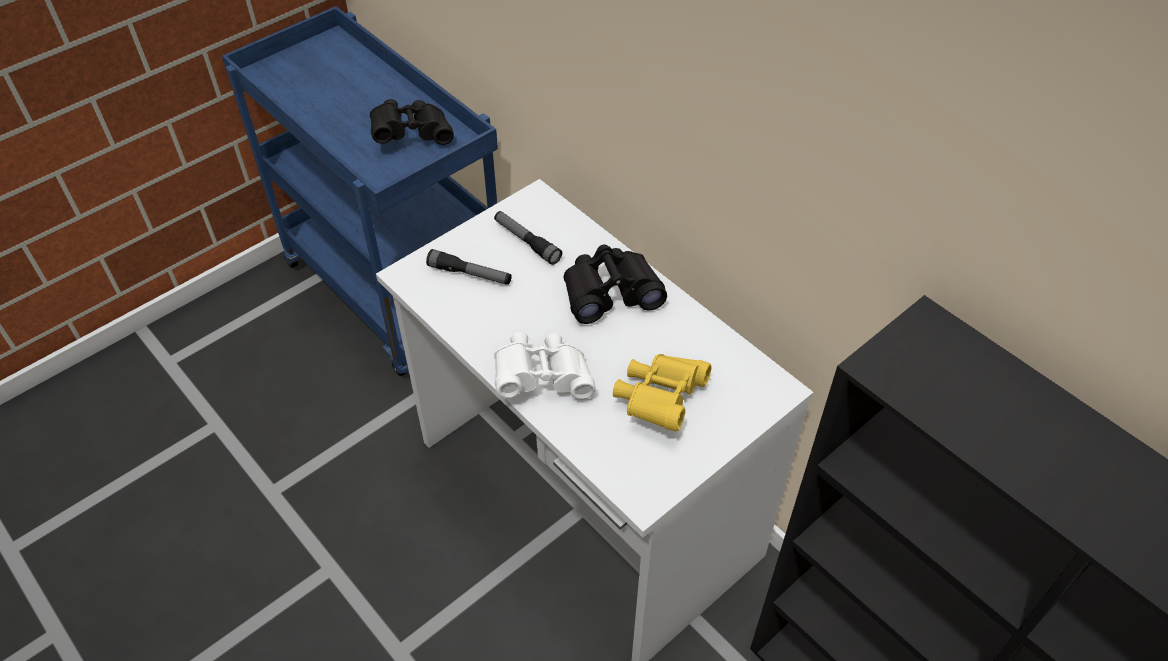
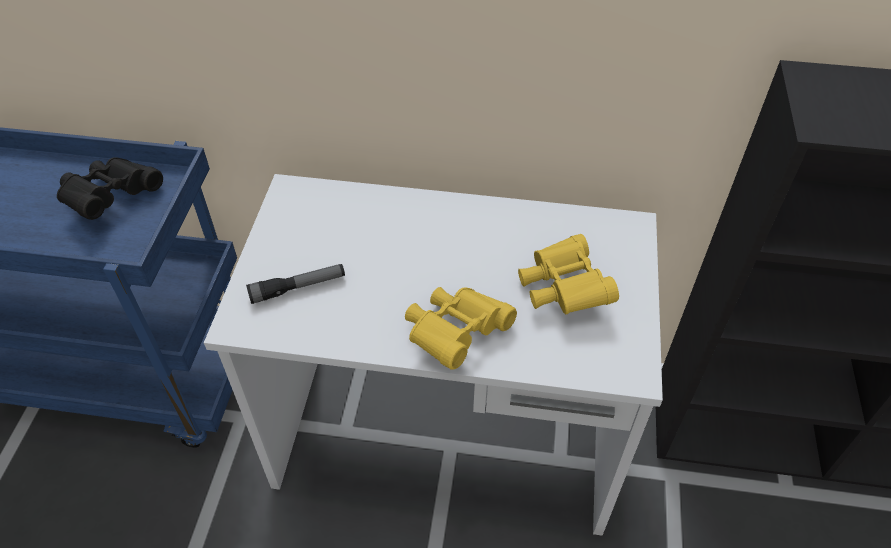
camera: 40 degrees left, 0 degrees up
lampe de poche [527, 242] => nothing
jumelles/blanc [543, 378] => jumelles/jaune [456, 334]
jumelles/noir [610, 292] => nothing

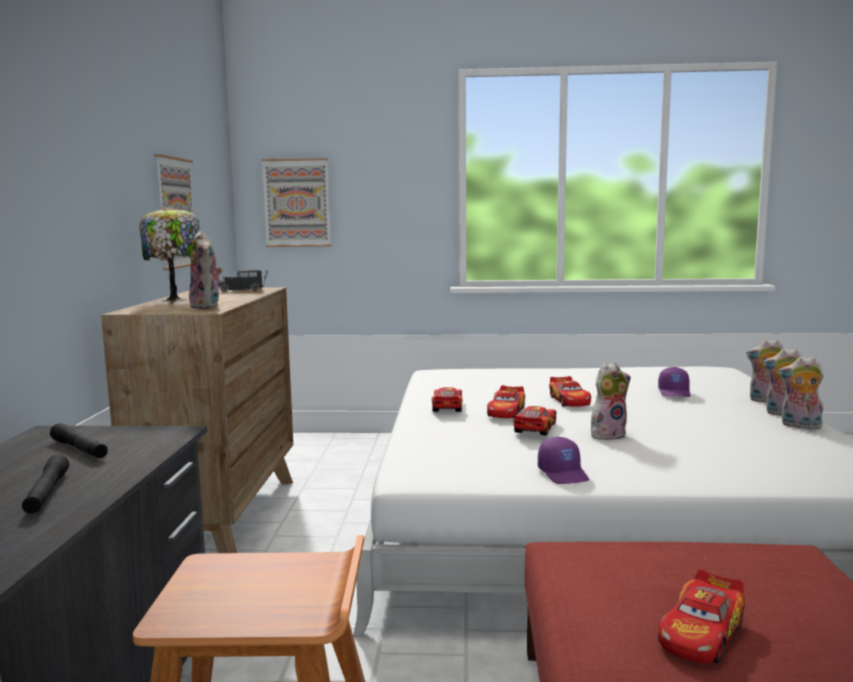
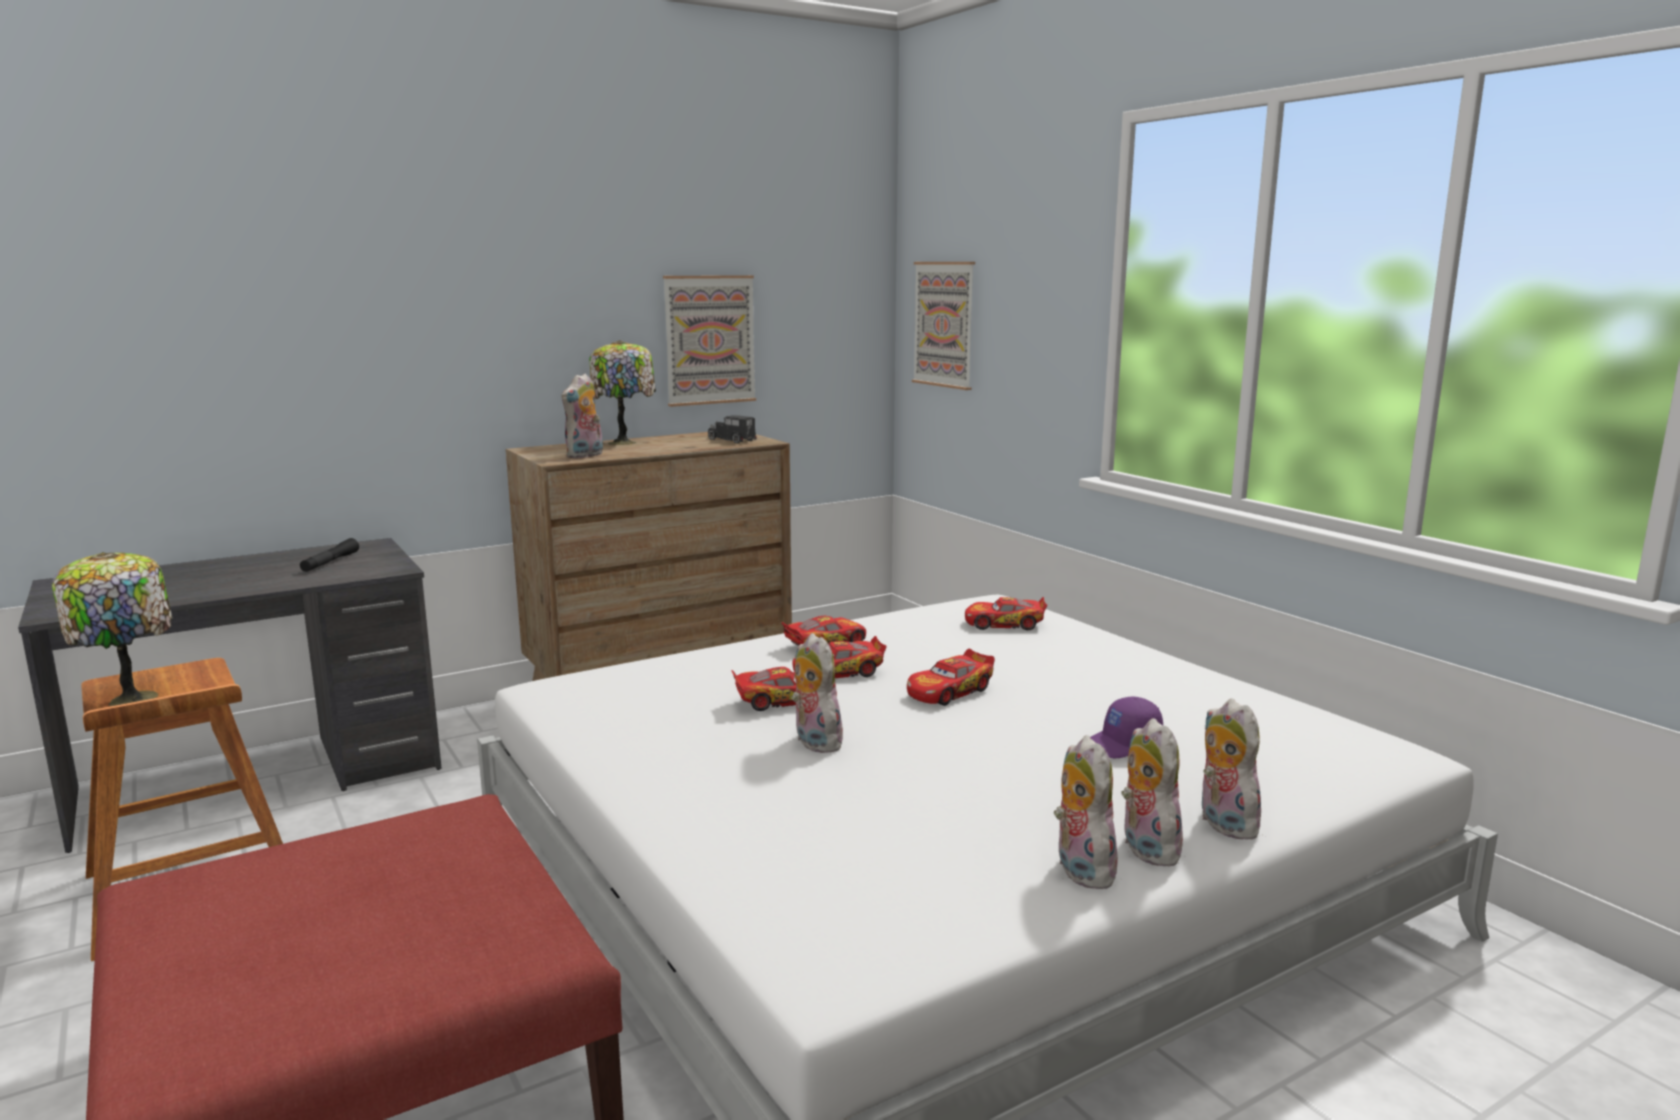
camera: 55 degrees right, 5 degrees up
lampe de poche/noir [47, 493] => nothing
casquette/violet [564, 474] => nothing
peluche [608, 435] => peluche [814, 742], 150 degrees counterclockwise
petite voiture [702, 634] => petite voiture [1005, 624], relocated
nothing => lampe de table [131, 697]

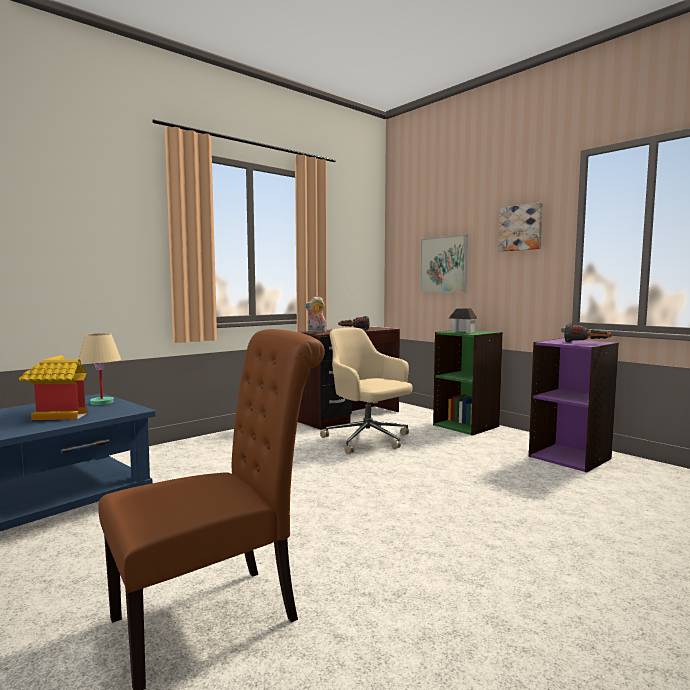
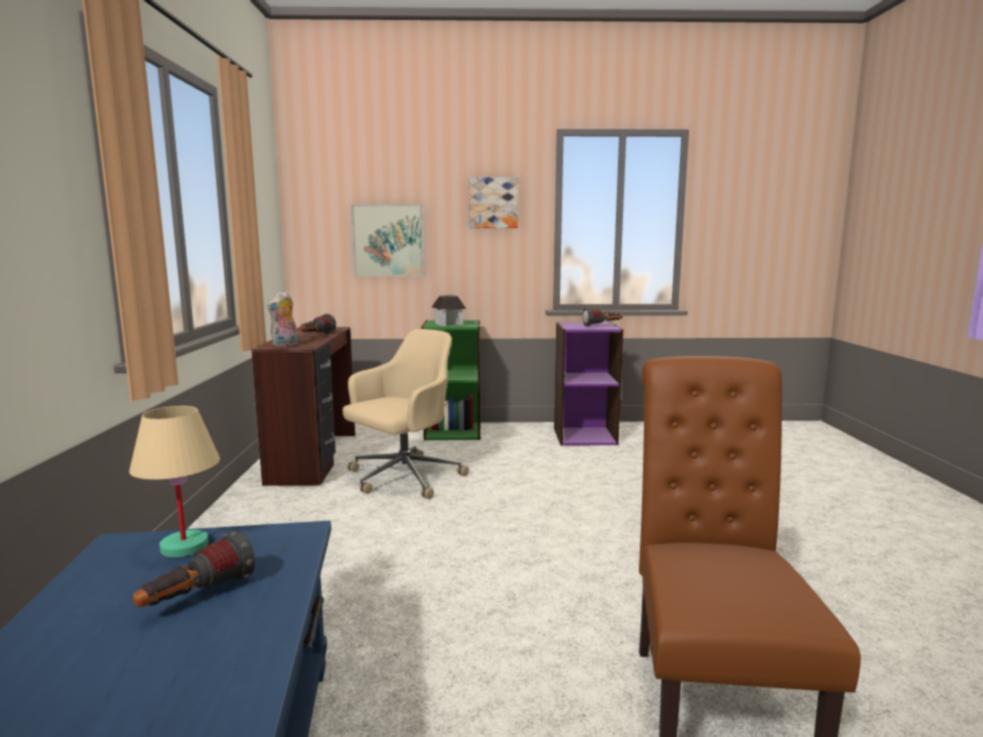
camera: 50 degrees left, 5 degrees up
maison miniature [56, 415] => lampe de poche [197, 598]
chaise de bureau/beige [368, 440] => chaise de bureau/beige [403, 478], 135 degrees clockwise

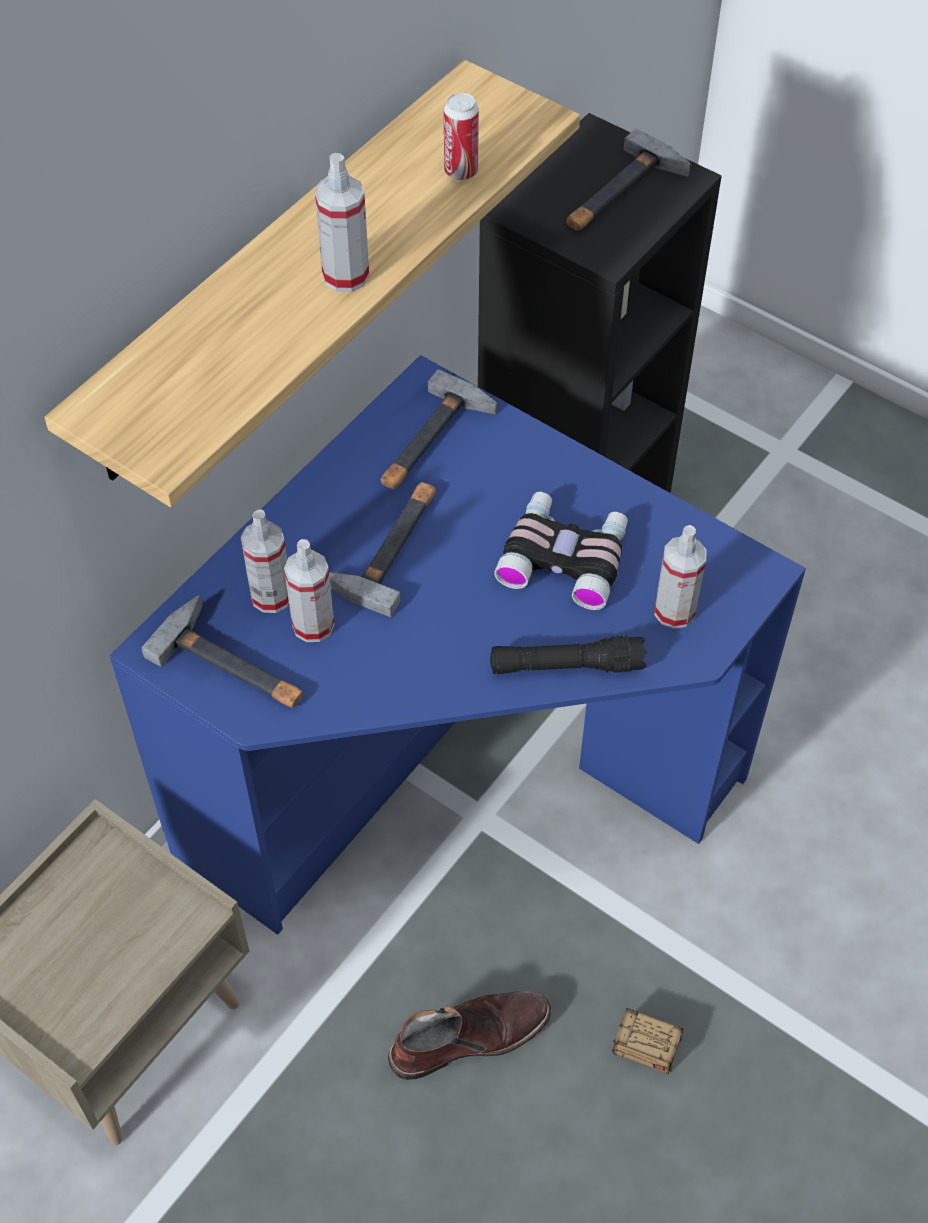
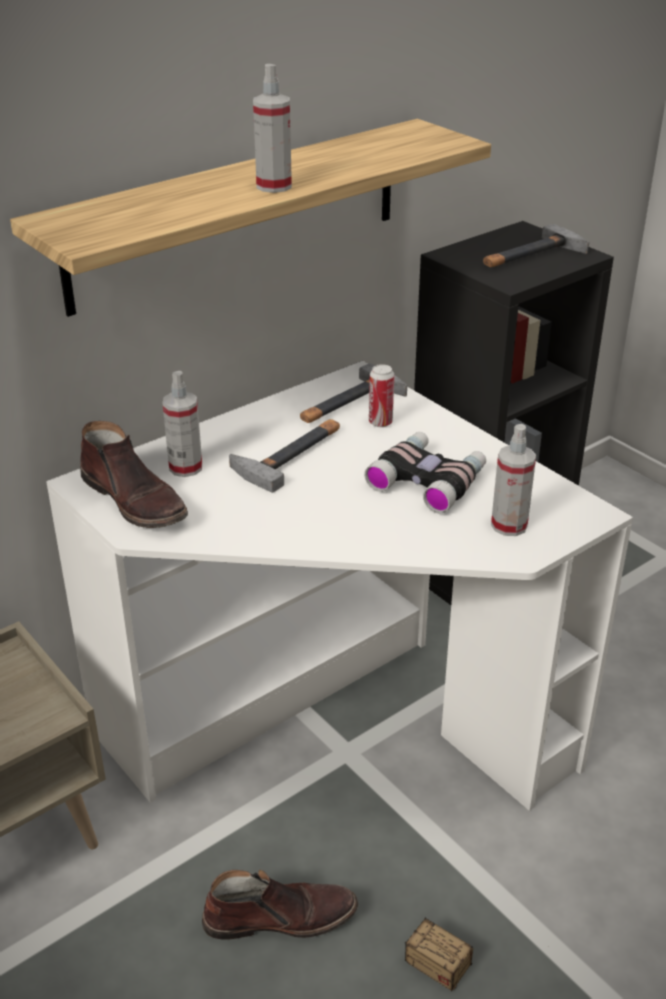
camera: 15 degrees right, 20 degrees down
bureau/bleu [454, 779] => bureau/blanc [334, 722]
marteau [233, 664] => botte/marron [136, 500]
vaporisateur [313, 625] => nothing
boîte métallique [461, 171] => boîte métallique [380, 422], relocated
lampe de poche/noir [566, 666] => nothing

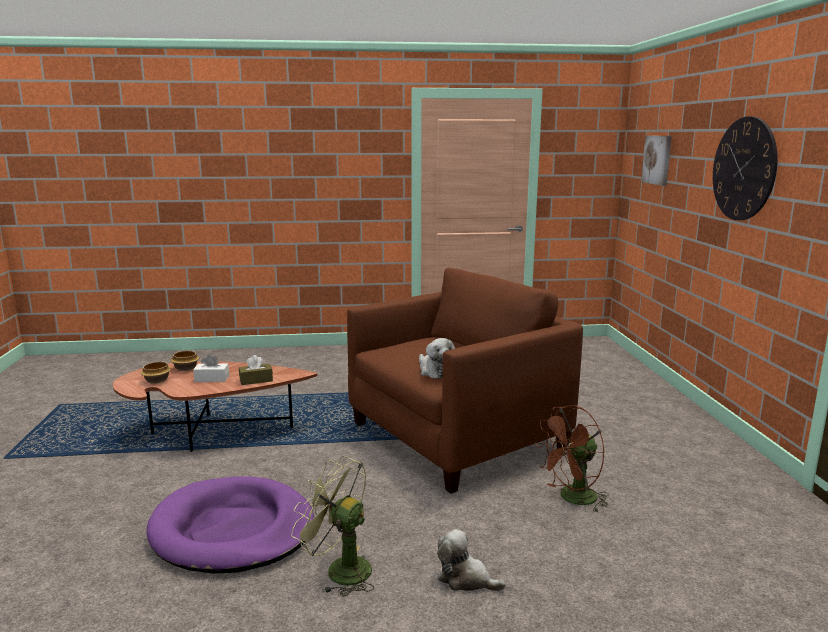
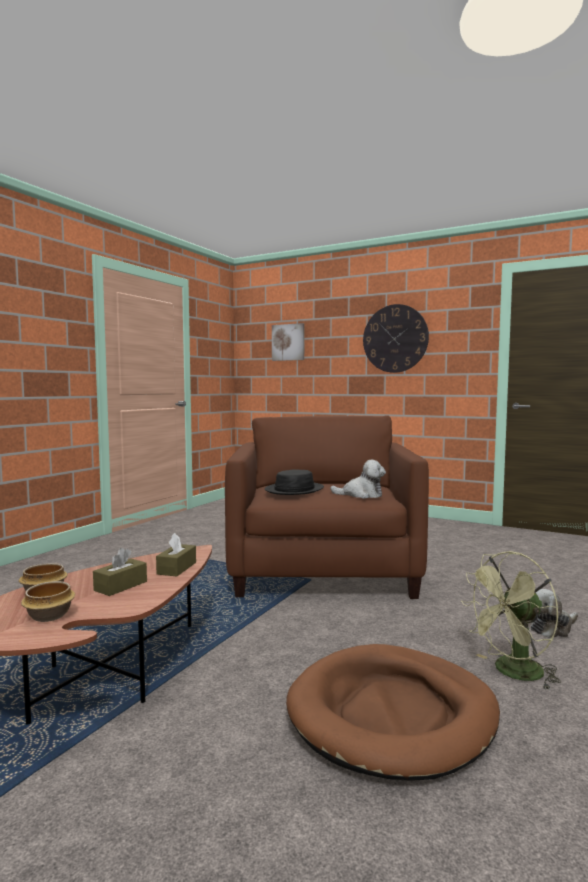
camera: 55 degrees left, 10 degrees down
panier pour chien/violet [233, 530] => panier pour chien/marron [392, 715]
boîte à mouchoirs/blanc [212, 379] => boîte à mouchoirs/marron [120, 586]
ventilateur/marron [572, 499] => nothing
nothing => chapeau/noir [294, 490]

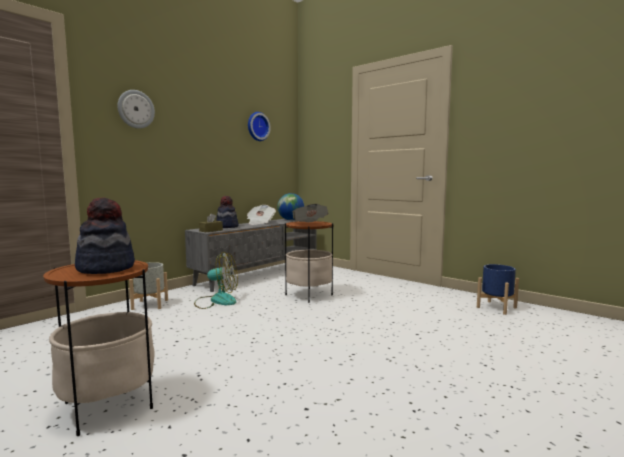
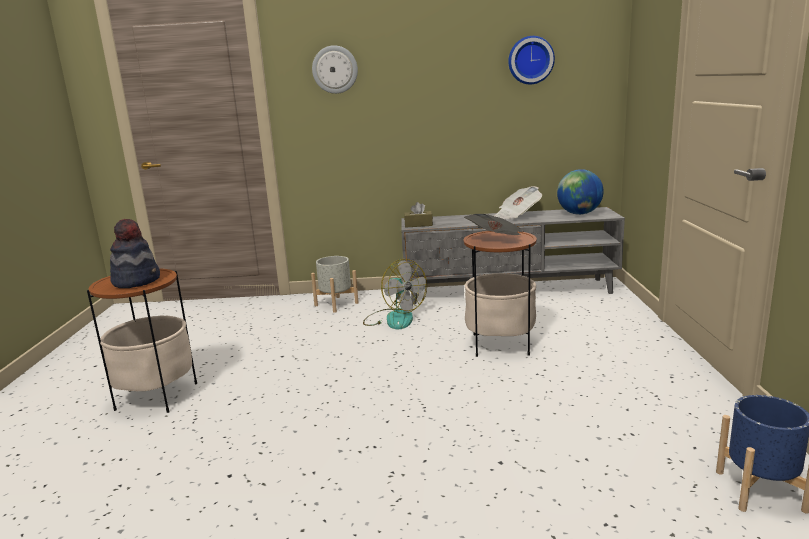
camera: 50 degrees right, 10 degrees up
chapeau [226, 227] => nothing

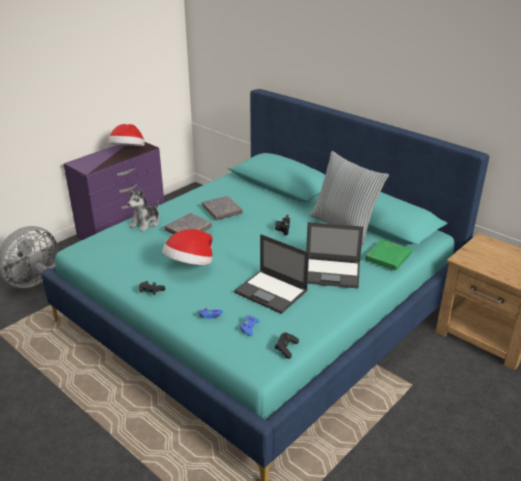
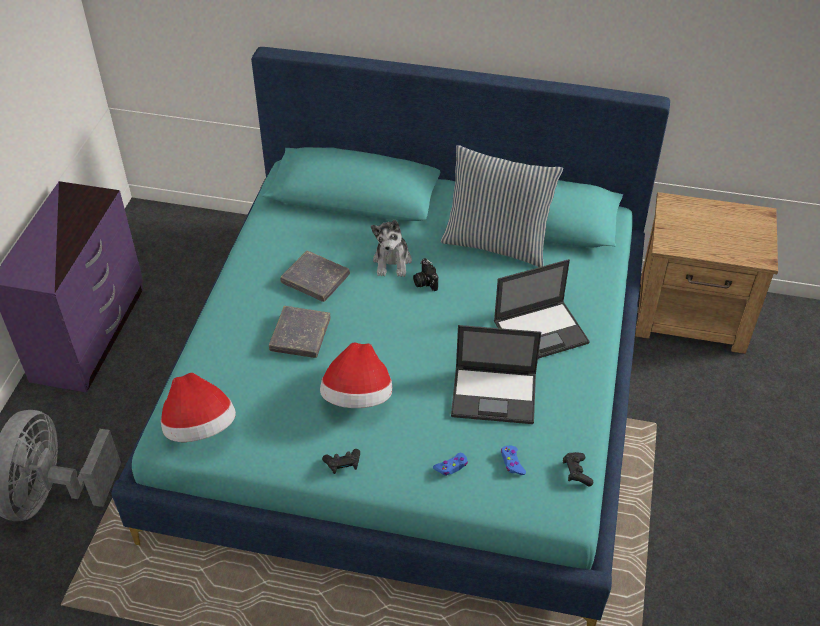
camera: 30 degrees left, 15 degrees up
chapeau [128, 151] => chapeau [200, 428], relocated
peluche [145, 223] => peluche [392, 261], relocated
livre/vert [388, 257] => nothing

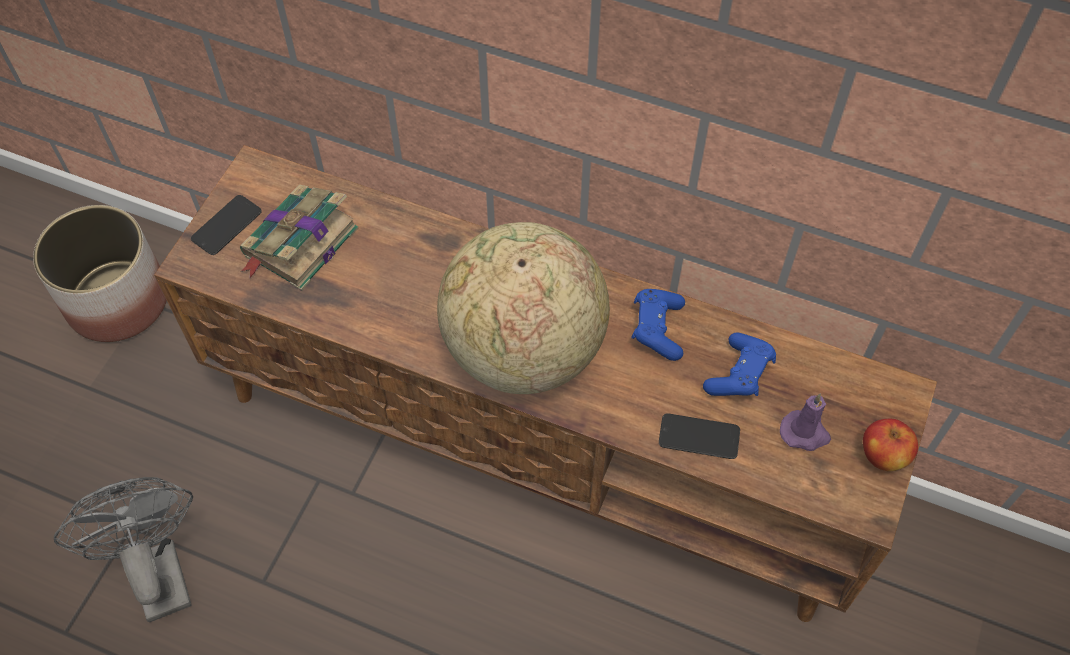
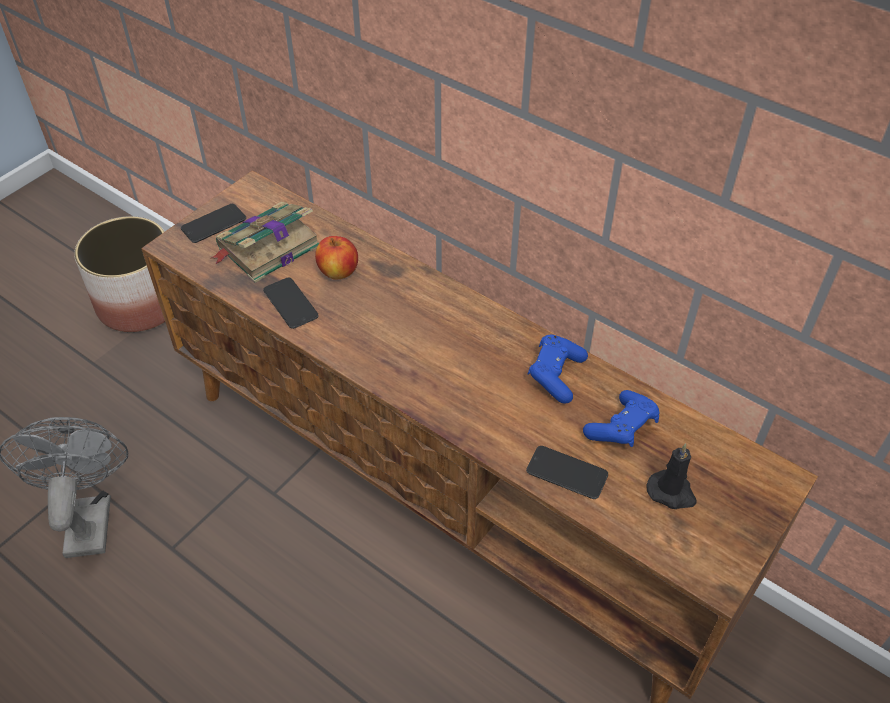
camera: 15 degrees right, 10 degrees down
globe [523, 350] => nothing
bougie/violet [805, 433] => bougie/noir [672, 492]
pomme [883, 455] => pomme [338, 272], relocated
nothing => téléphone [290, 303]

